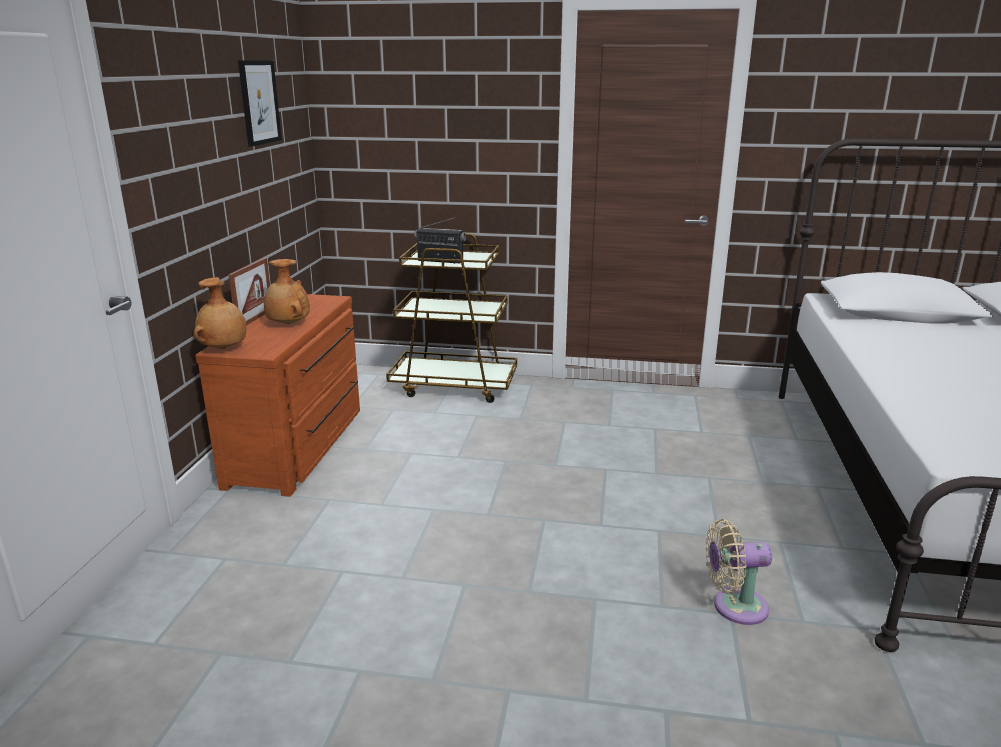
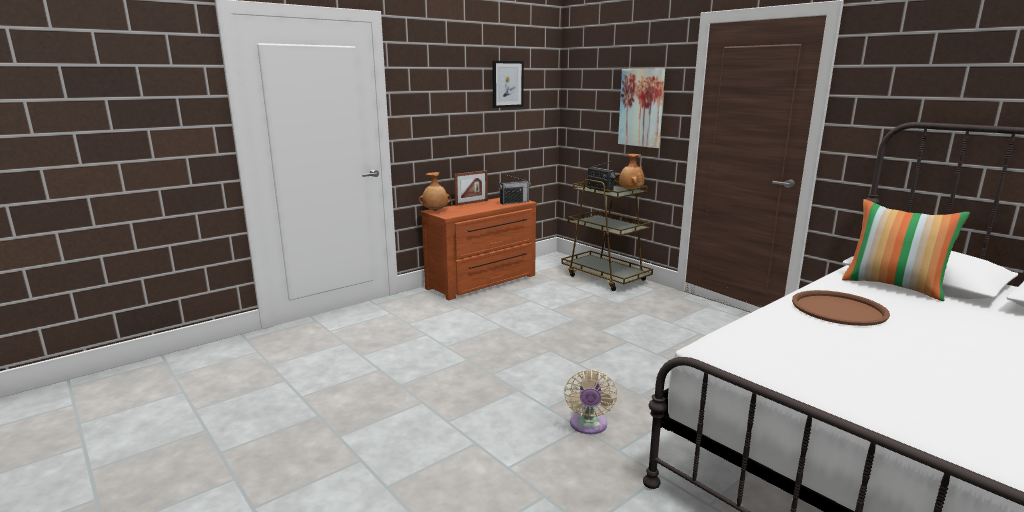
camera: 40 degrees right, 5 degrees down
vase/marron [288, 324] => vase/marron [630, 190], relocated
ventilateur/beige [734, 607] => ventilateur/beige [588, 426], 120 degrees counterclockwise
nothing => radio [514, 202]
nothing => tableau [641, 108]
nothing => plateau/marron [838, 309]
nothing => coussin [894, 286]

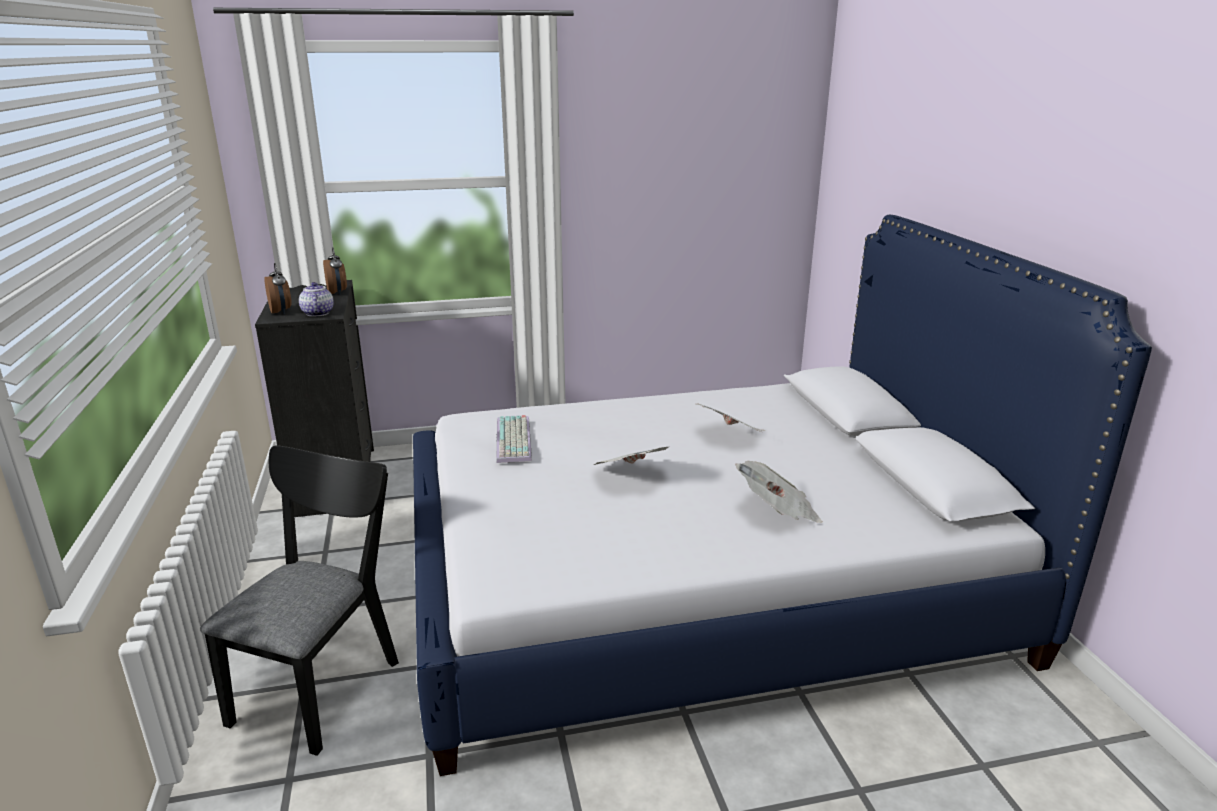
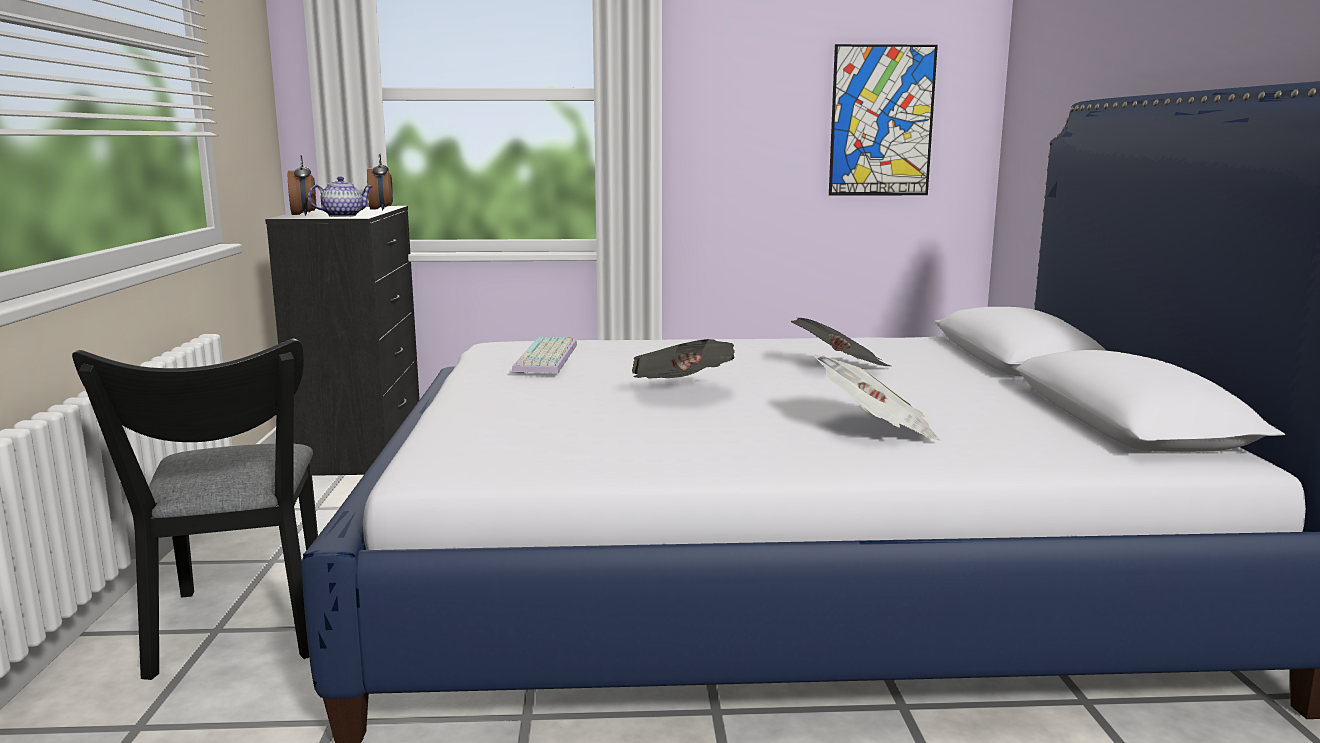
camera: 10 degrees right, 10 degrees down
chaise/noir [323, 683] => chaise/noir [239, 632], 135 degrees clockwise
théière [317, 313] => théière [343, 216], 60 degrees clockwise
nothing => tableau [881, 121]

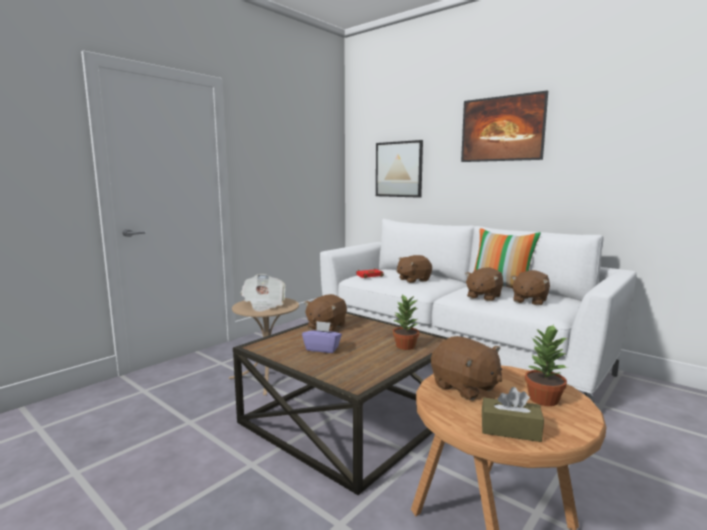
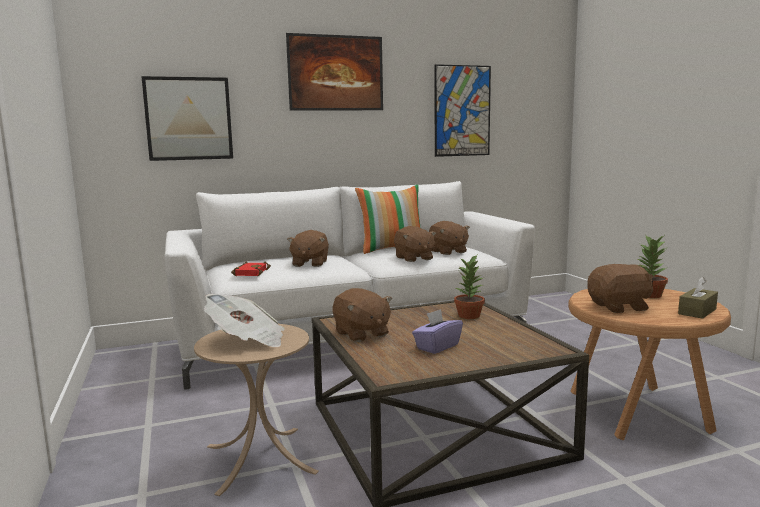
camera: 60 degrees left, 0 degrees up
nothing => tableau [462, 111]

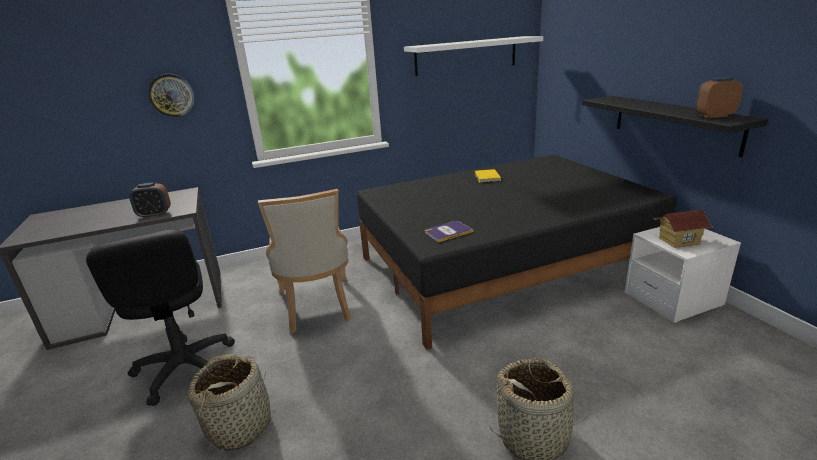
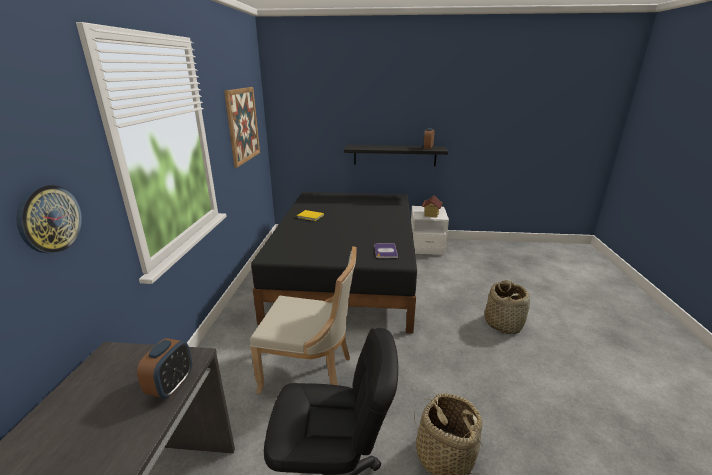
camera: 65 degrees left, 0 degrees up
étagère/blanc [466, 55] => tableau [242, 125]

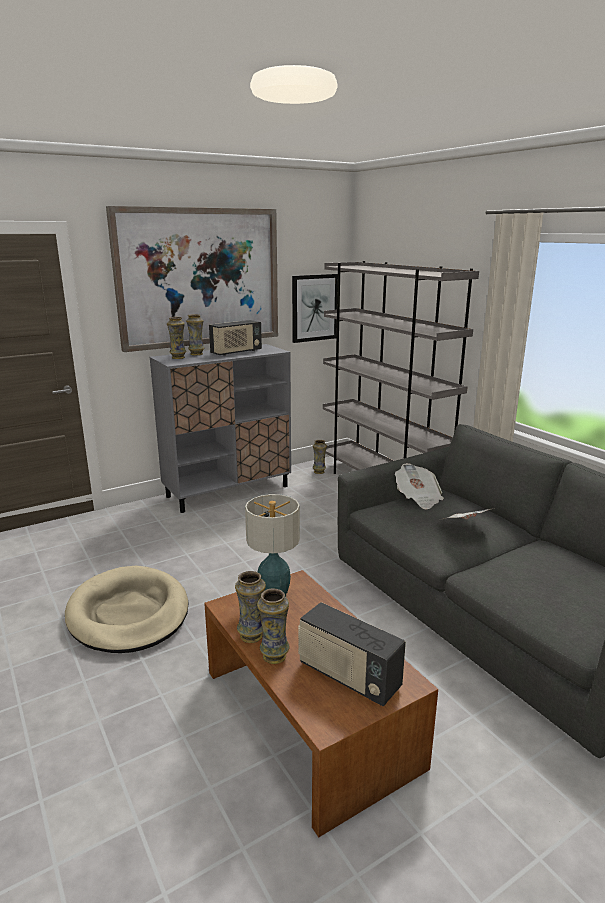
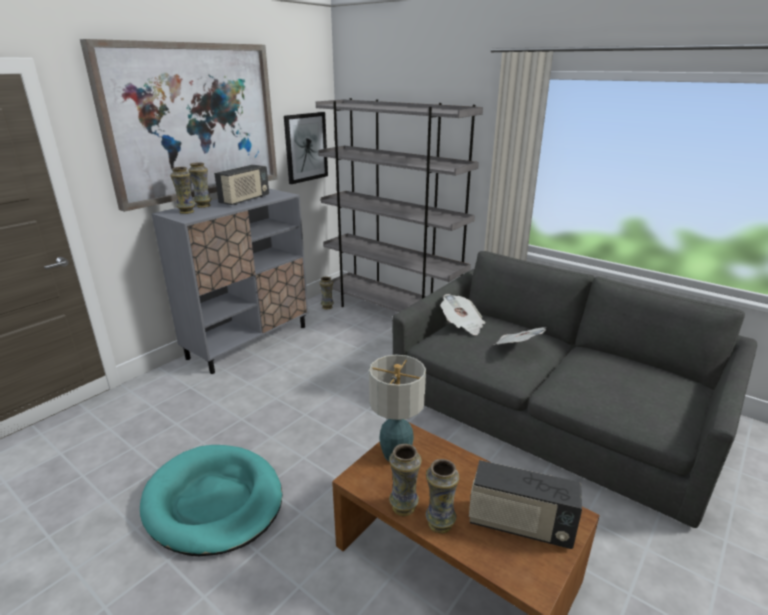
camera: 20 degrees left, 5 degrees up
panier pour chien/beige [128, 614] => panier pour chien/turquoise [214, 502]

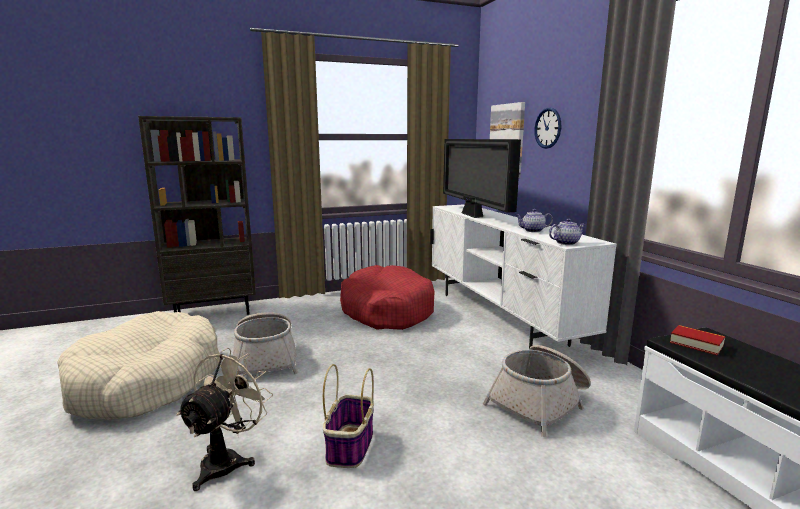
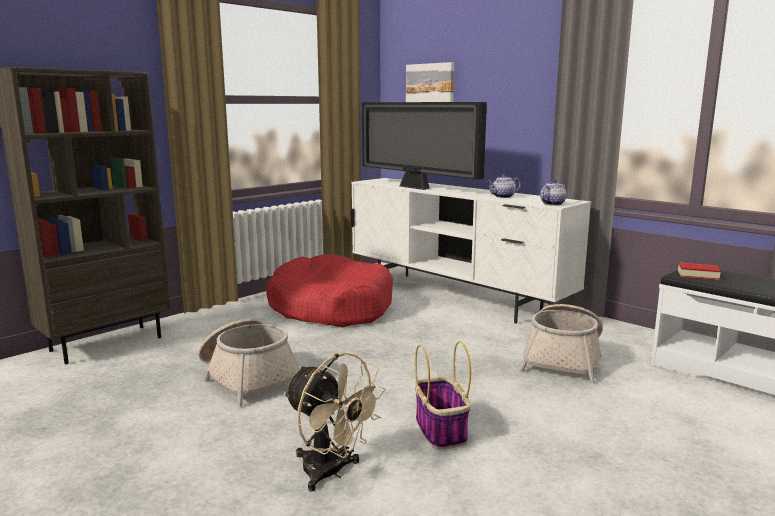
camera: 25 degrees left, 0 degrees up
panier pour chien/beige [147, 381] => nothing
ventilateur/beige [227, 460] => ventilateur/beige [331, 473], 135 degrees clockwise
horloge murale [548, 128] => nothing

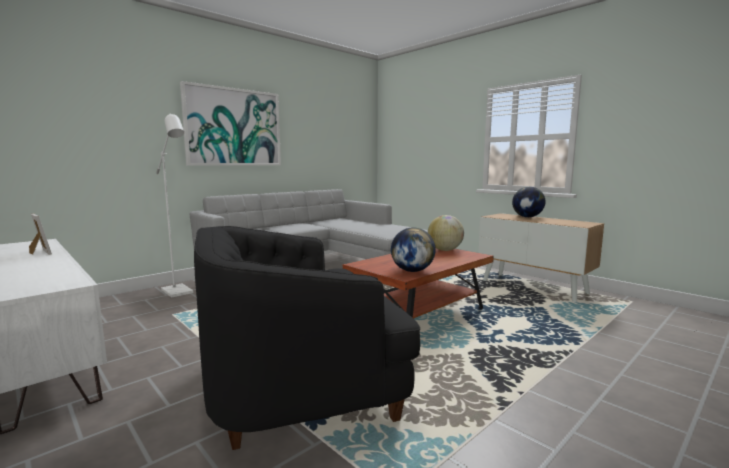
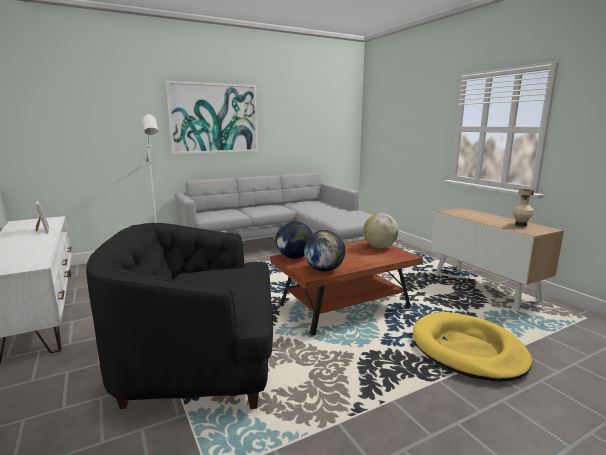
camera: 15 degrees right, 5 degrees up
globe [527, 217] => globe [294, 257], relocated
nothing => panier pour chien/jaune [467, 349]
nothing => vase/beige [521, 225]

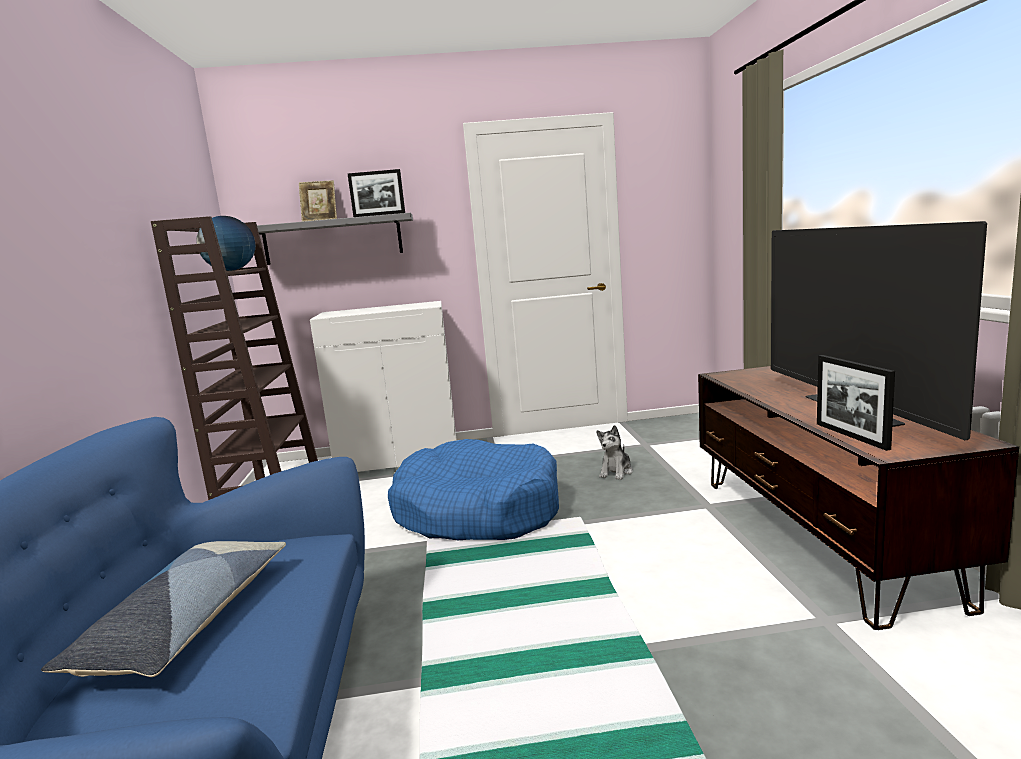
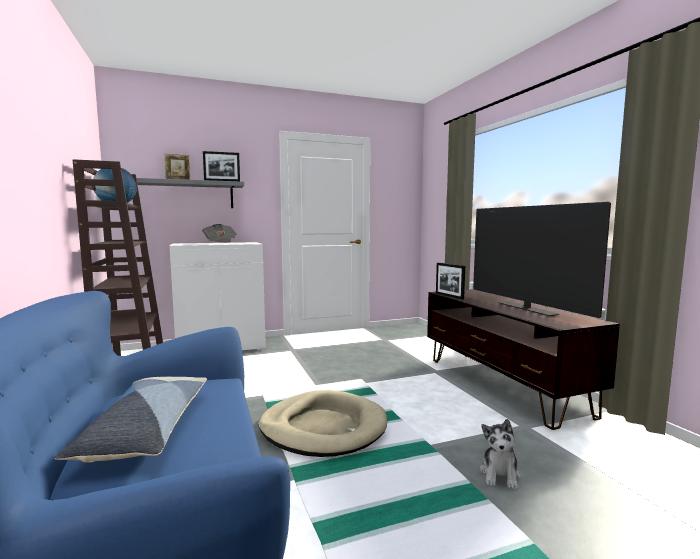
camera: 15 degrees left, 5 degrees down
panier pour chien/bleu [477, 511] => nothing
peluche [616, 472] => peluche [500, 474], relocated
cadre photo [851, 436] => cadre photo [449, 296], relocated
nothing => journal [220, 243]
nothing => panier pour chien/beige [323, 428]

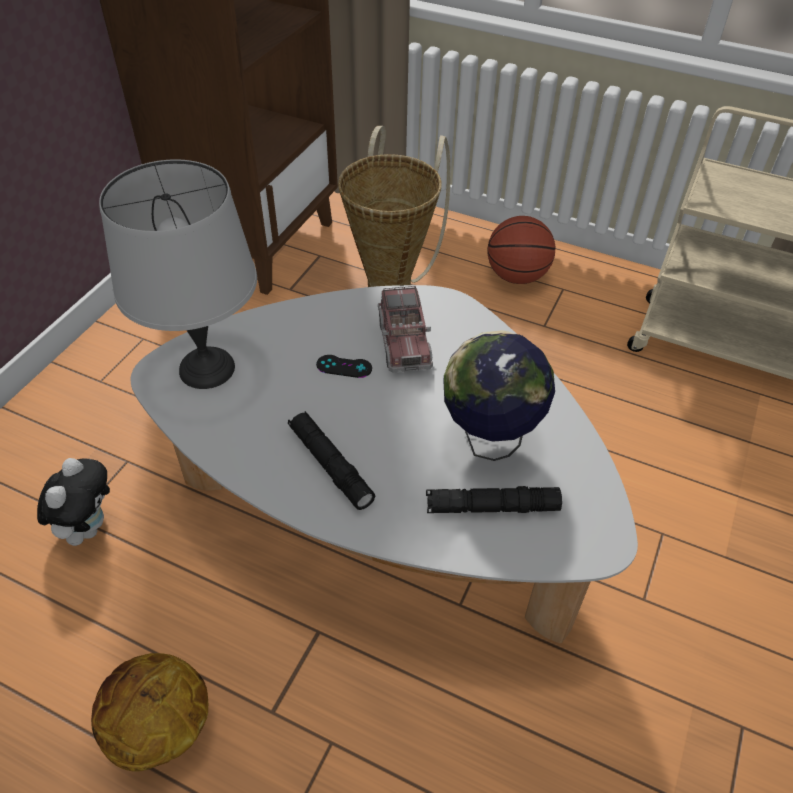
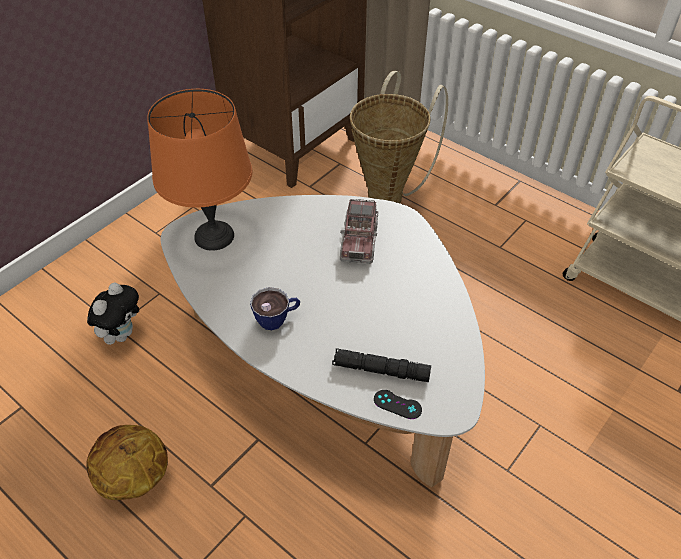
camera: 15 degrees right, 0 degrees up
lampe de table/gris [208, 368] => lampe de table/orange [215, 236]
lampe de poche/noir [330, 465] => tasse [277, 319]
manette/noir [344, 366] => manette/noir [397, 404], relocated
globe [489, 440] => nothing
ballon de basket [517, 276] => nothing

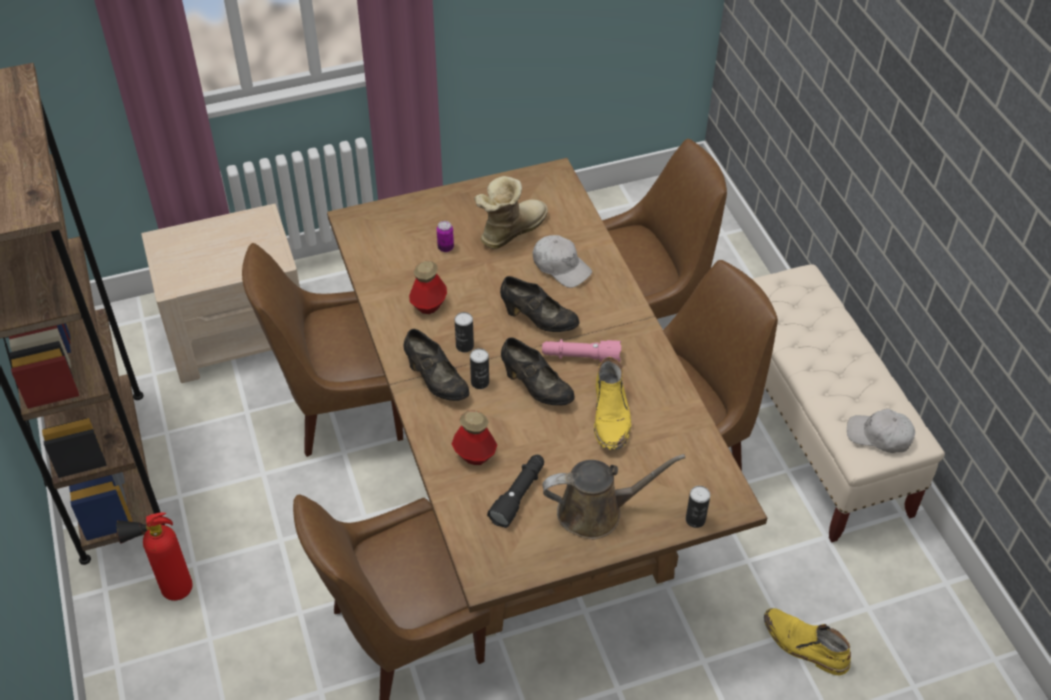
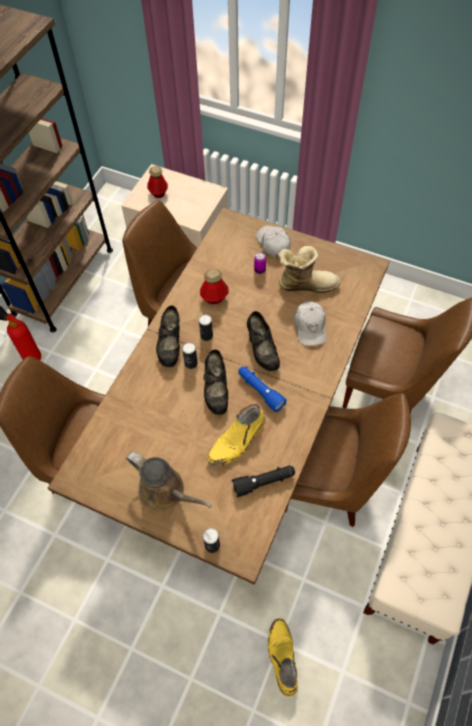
camera: 45 degrees right, 10 degrees up
bouteille [474, 454] => bouteille [158, 193], relocated
lampe de poche/noir [519, 495] => lampe de poche/noir [264, 482], relocated
lampe de poche/rose [581, 357] => lampe de poche/bleu [260, 391]
casquette/blanc [879, 436] => casquette/blanc [273, 243], relocated

